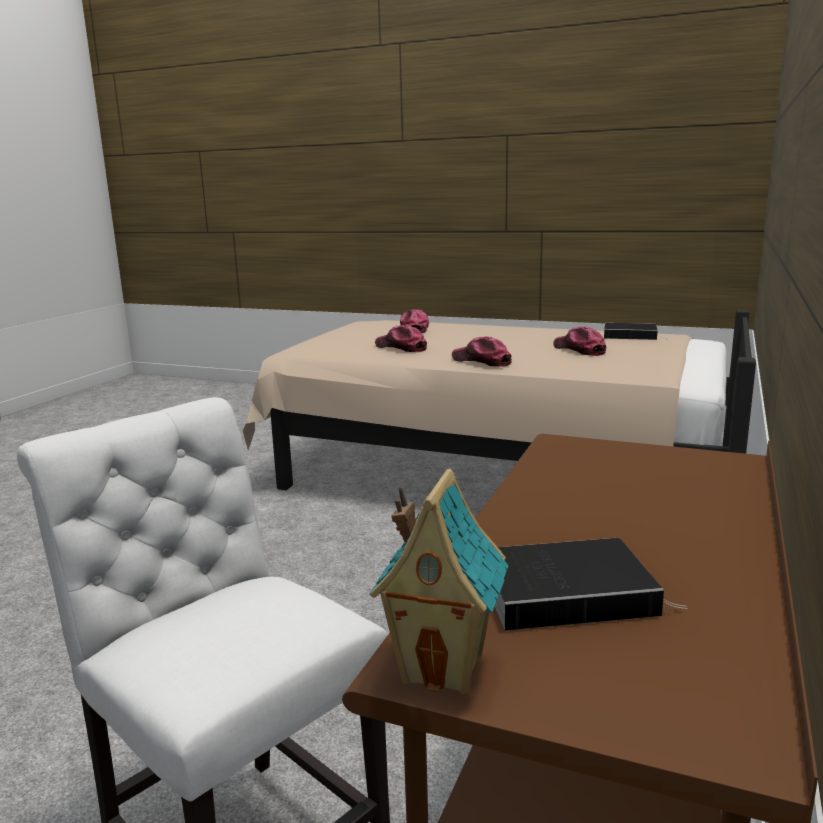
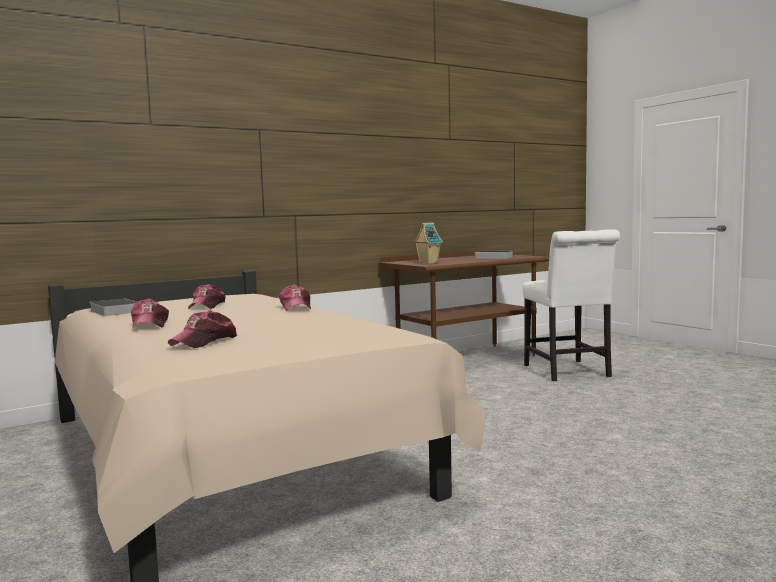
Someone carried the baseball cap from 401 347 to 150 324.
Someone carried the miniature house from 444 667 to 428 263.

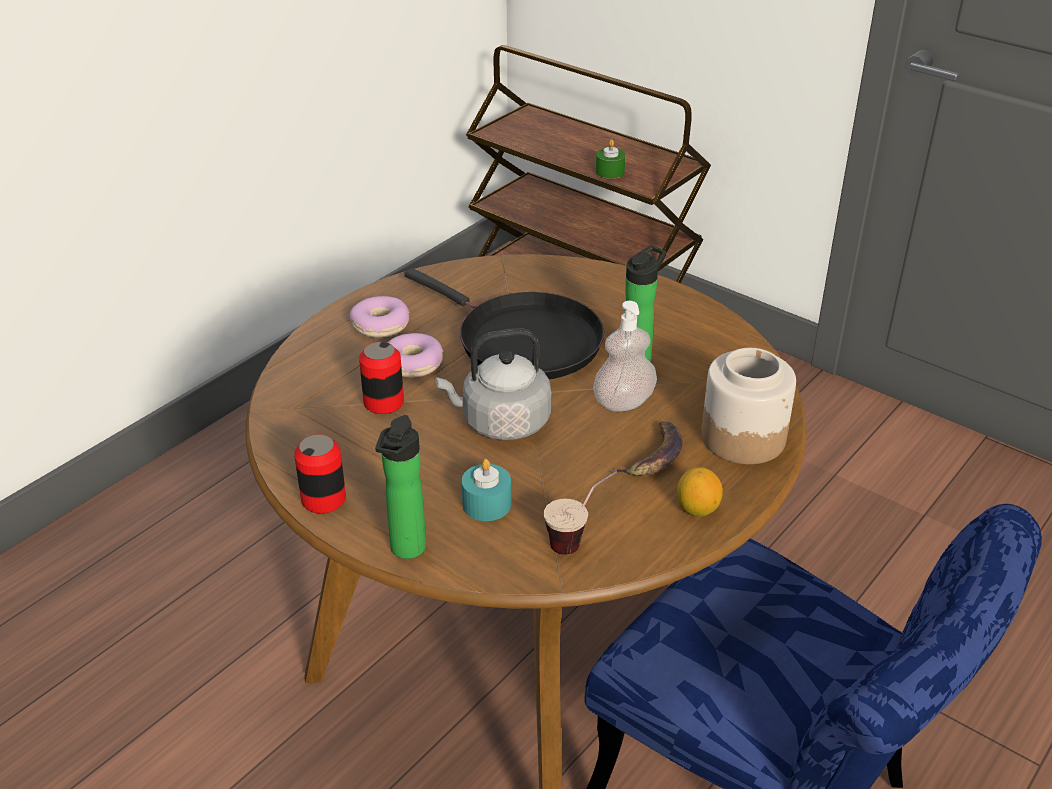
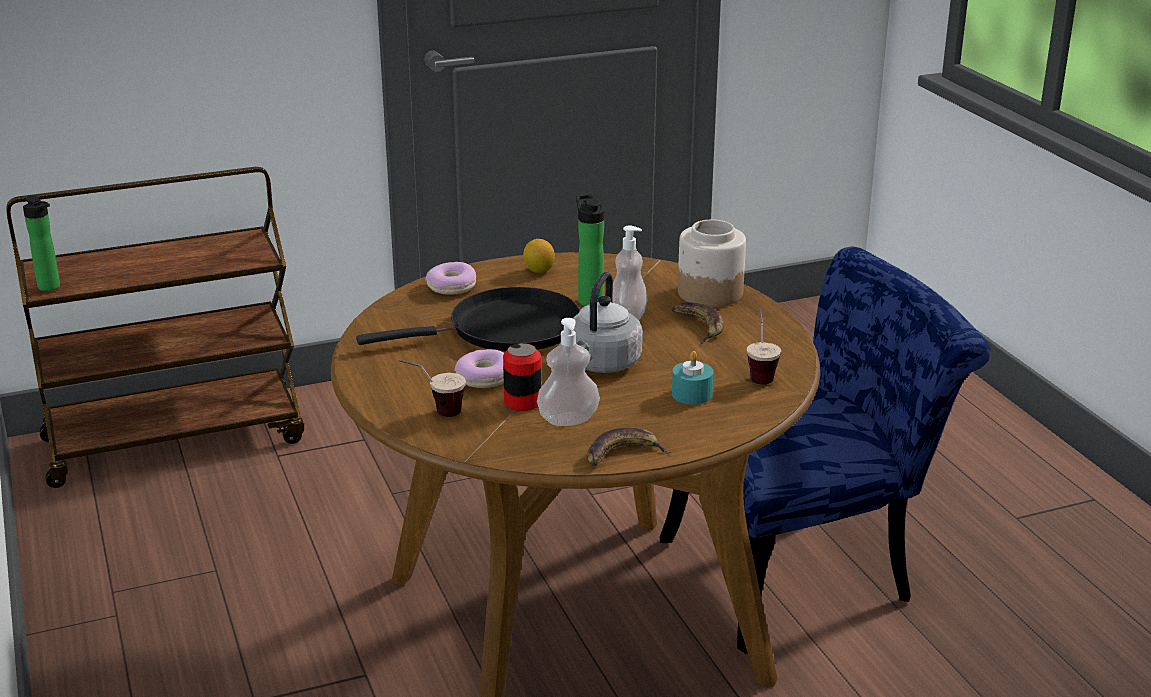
Someone carried the bottle from 406 551 to 51 288.
Someone put down the small cup at 434 412.
Someone carried the doughnut from 381 325 to 451 287.
Someone carried the citrus fruit from 697 509 to 539 270.
Someone put down the liquid soap bottle at 568 420.
Someone swapped the sealed can at 323 499 for the banana at 622 454.
Someone took away the wax light in greenish at 610 171.

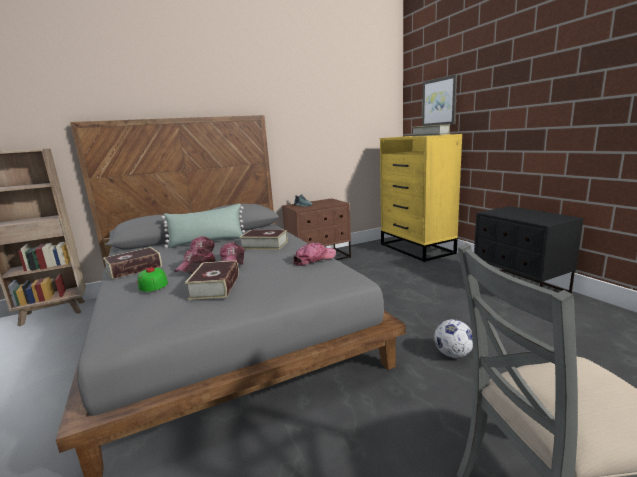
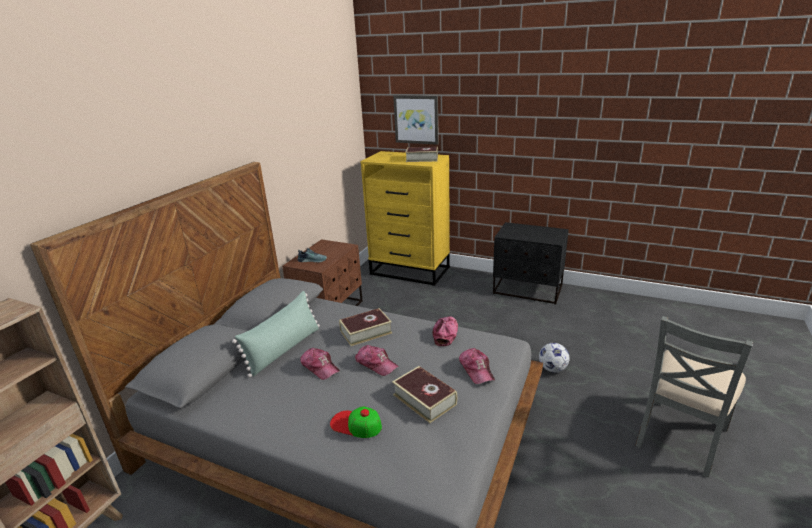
Someone carried the baseball cap from 196 266 to 476 370.
Someone took away the volume at 134 268.

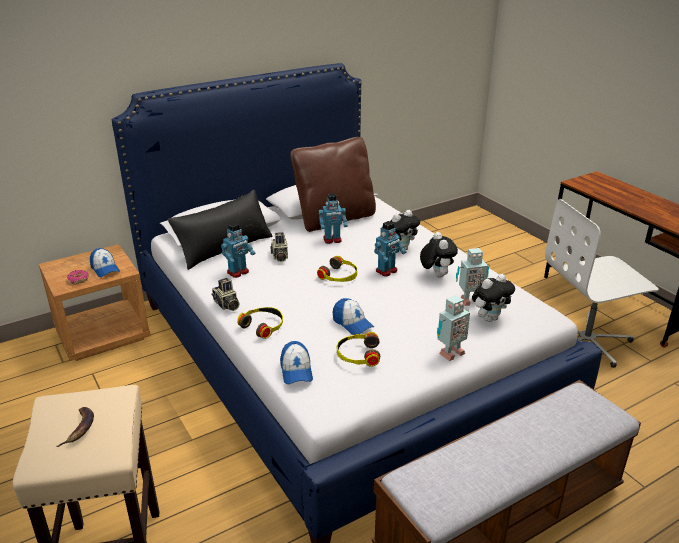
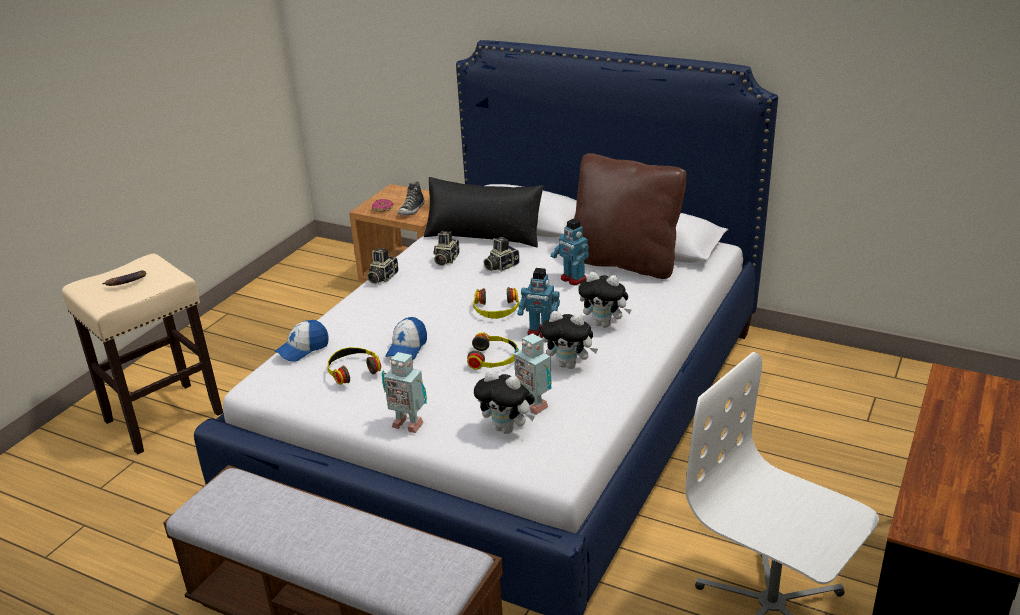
Someone swapped the baseball cap at 105 269 for the shoe at 412 210.
Someone swapped the model robot at 238 272 for the still camera at 445 260.
Someone carried the pair of headphones from 263 326 to 494 358.
Someone rotated the plush toy at 436 275 by 60 degrees clockwise.

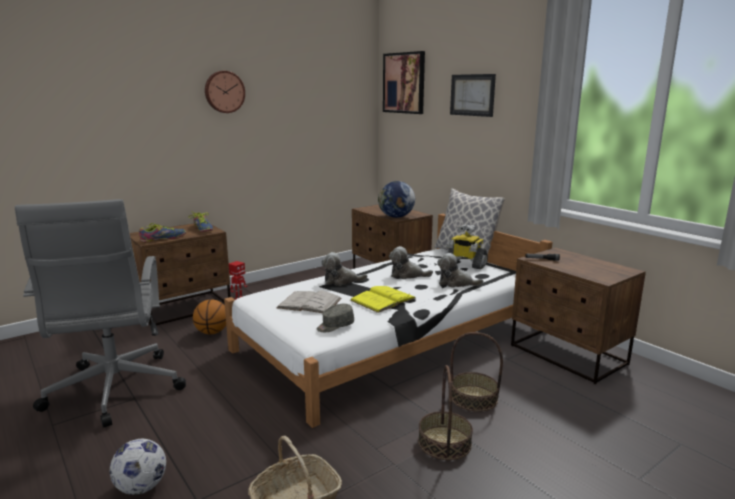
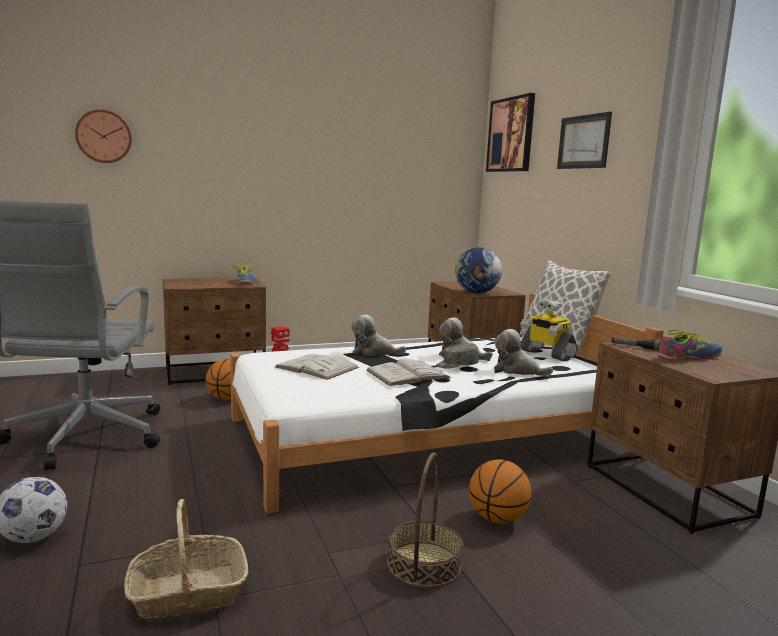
Someone carried the wall clock from 224 92 to 104 136.
Someone repainted the volume in yellow-coloured at 383 299, which became the volume in white-coloured at 407 374.
Someone carried the baseball cap in gray from 335 326 to 456 365.
Someone swapped the storage basket at 474 398 for the basketball ball at 498 518.
Someone carried the shoe from 163 238 to 688 357.

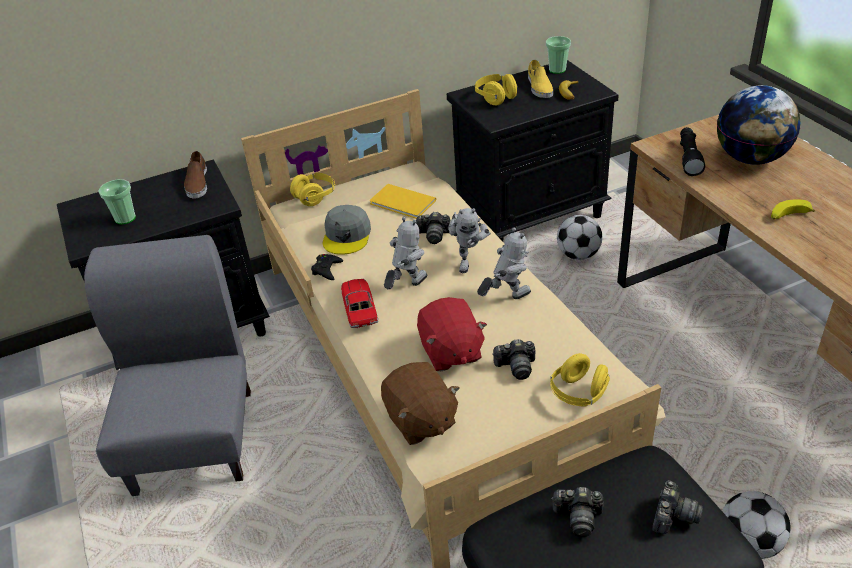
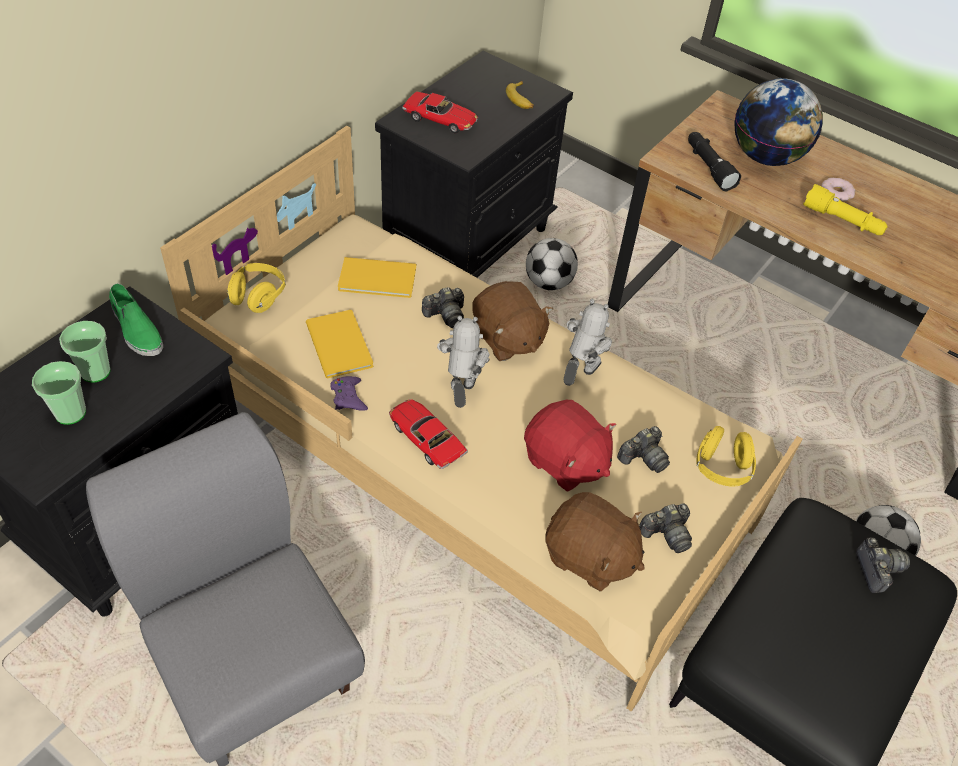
Someone carried the small cup from 557 70 to 95 371.
Someone repainted the shoe in brown at 197 183, which became the shoe in greenish at 136 329.
Someone swapped the baseball cap in gray at 347 235 for the volume in yellow-coloured at 341 343.
Someone repainted the game controller in blackish at 327 269, which became the game controller in purple-coloured at 348 397.
Someone swapped the pair of headphones in yellow-coloured at 495 98 for the miniature car at 440 120.
Someone swapped the model robot at 469 260 for the plush toy in brown at 507 339.
Someone carried the still camera from 578 517 to 666 534.
Someone swapped the banana at 788 216 for the hand torch in yellow-coloured at 842 221.
Someone put down the doughnut at 836 192.
Someone took away the shoe in yellow-coloured at 539 87.

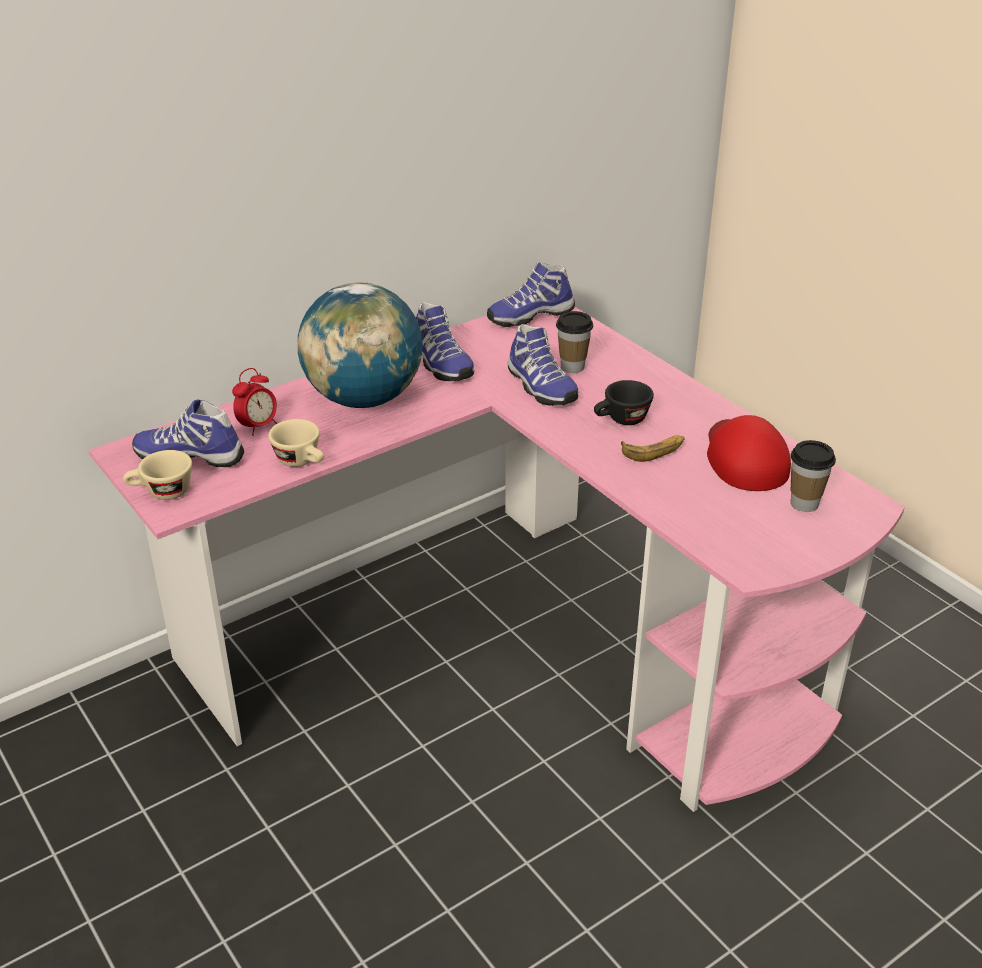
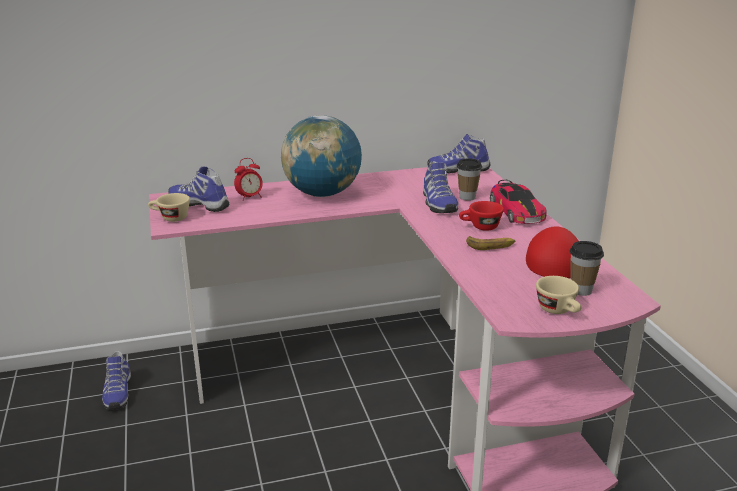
Someone carried the shoe from 439 364 to 117 393.
Someone repainted the small cup in blackish at 621 420, which became the small cup in red-coloured at 480 227.
Someone put down the miniature car at 516 211.
Someone carried the small cup in beige-coloured from 302 461 to 559 311.

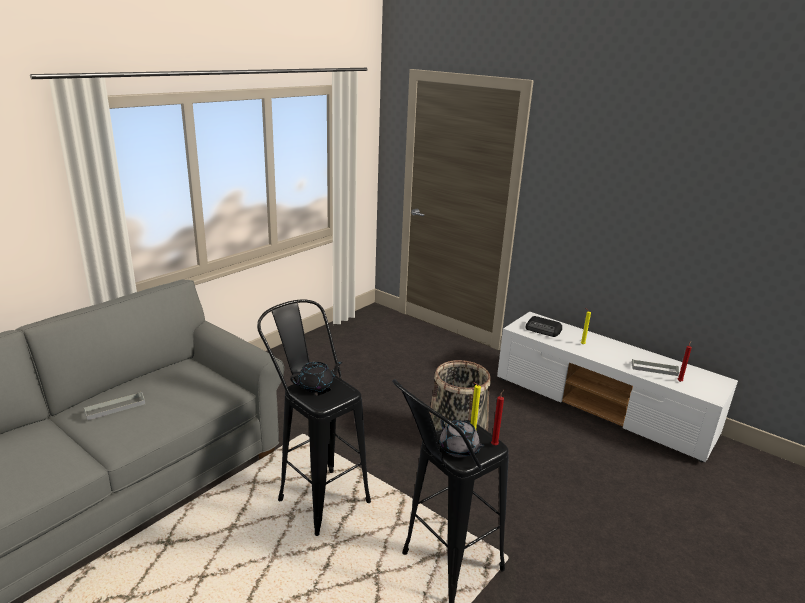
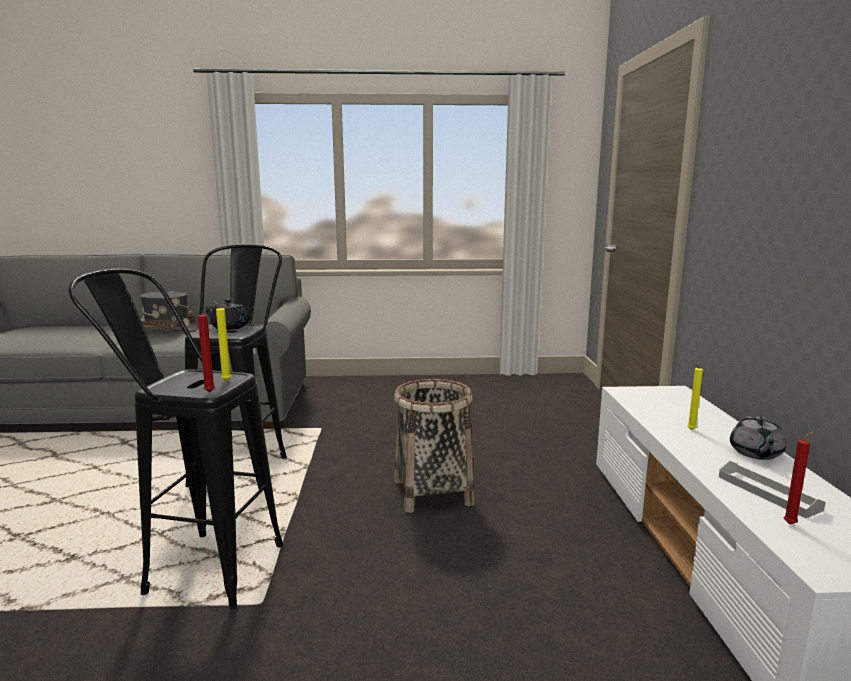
Someone swapped the tray in gray at 115 408 for the clothing hat in gray at 167 329.
Someone carried the tea pot in gray from 459 449 to 755 453.
Someone took away the radio receiver at 543 330.

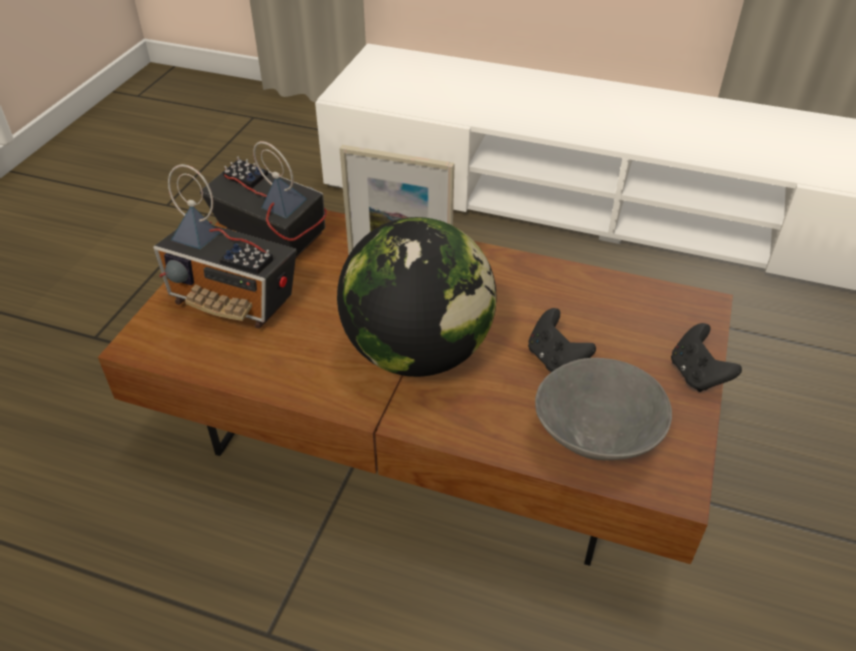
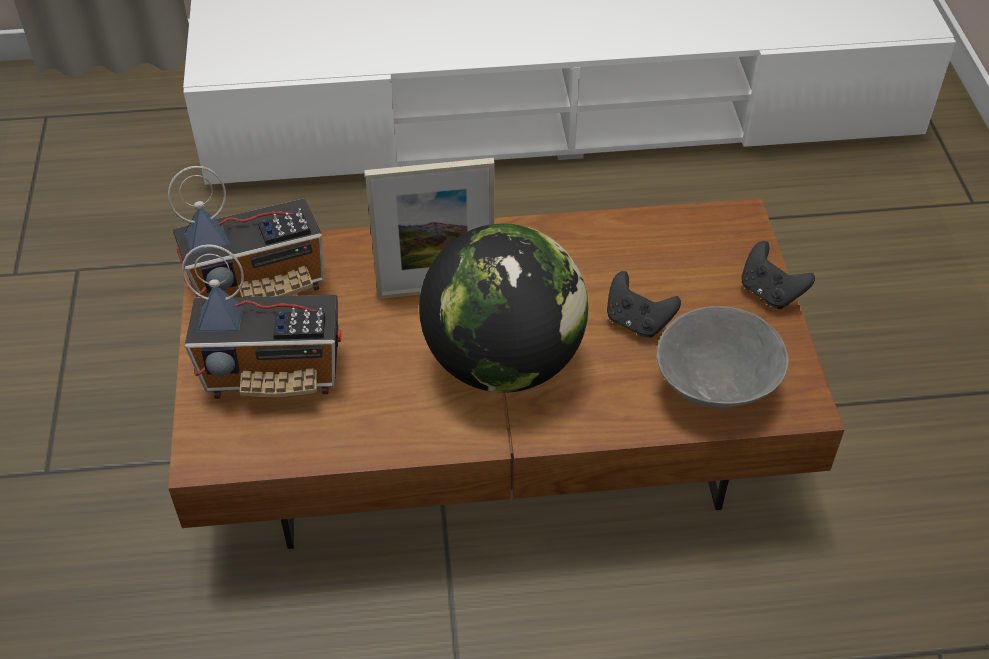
Someone rotated the radio receiver at 270 237 by 150 degrees clockwise.

